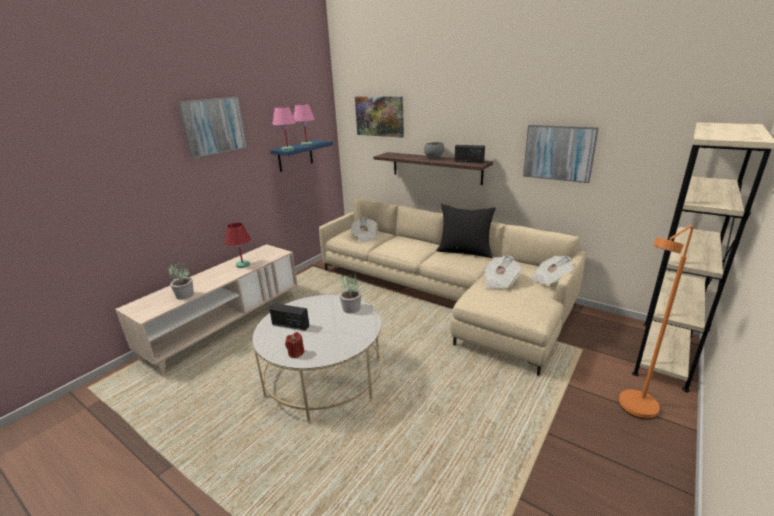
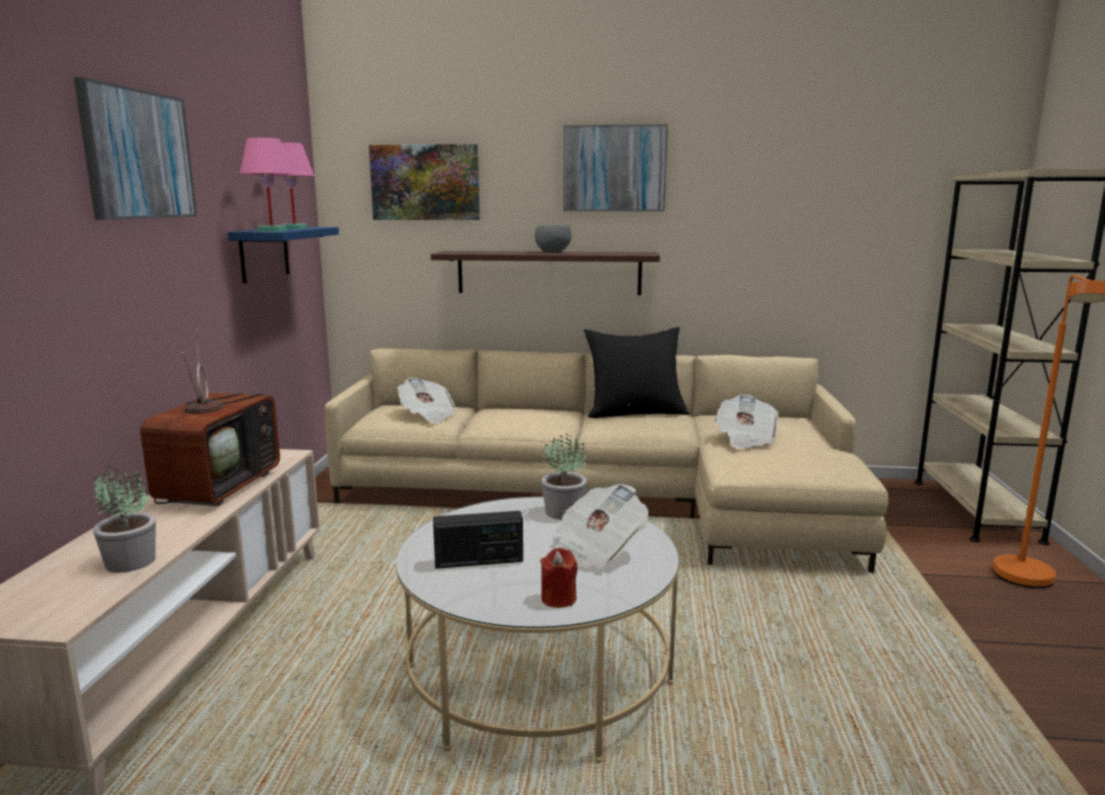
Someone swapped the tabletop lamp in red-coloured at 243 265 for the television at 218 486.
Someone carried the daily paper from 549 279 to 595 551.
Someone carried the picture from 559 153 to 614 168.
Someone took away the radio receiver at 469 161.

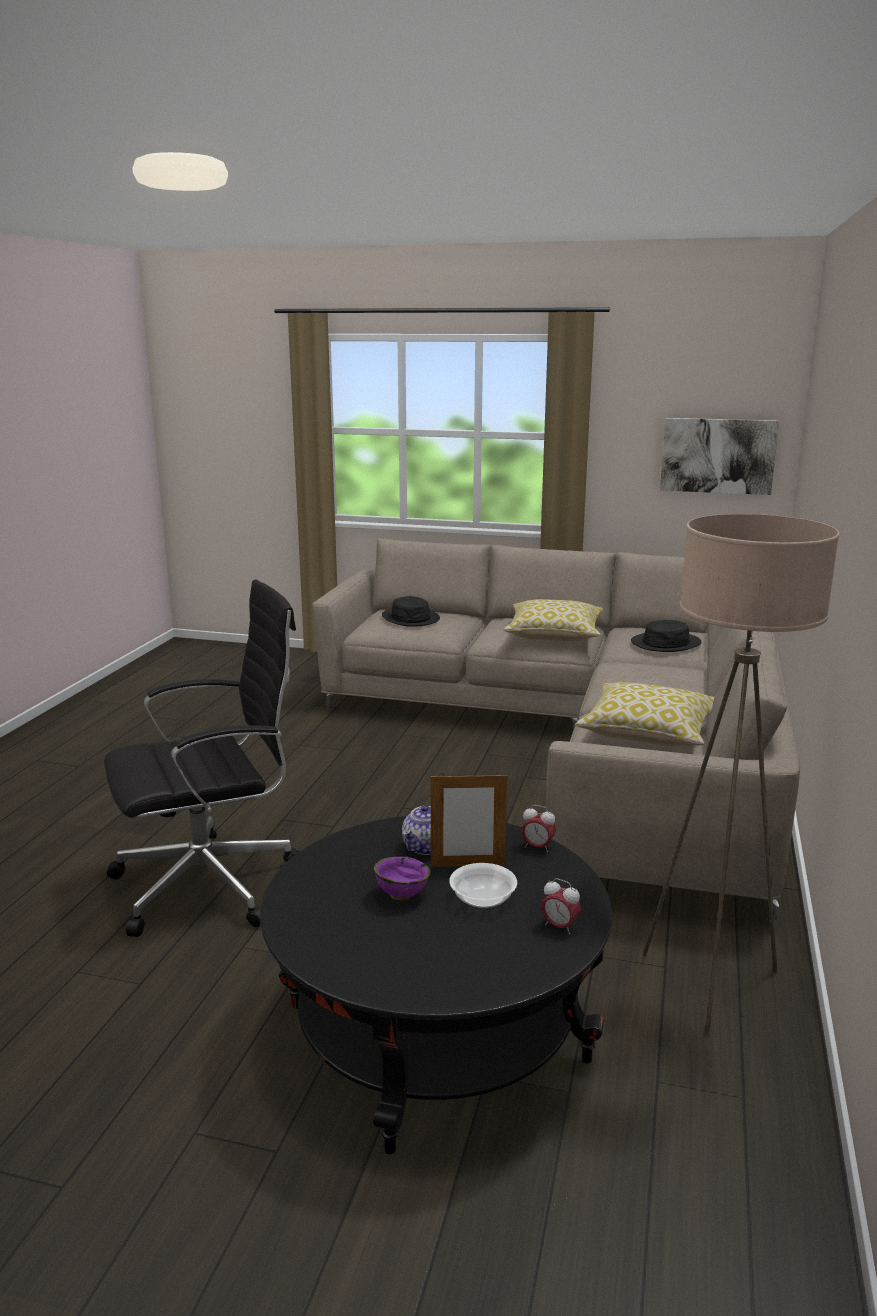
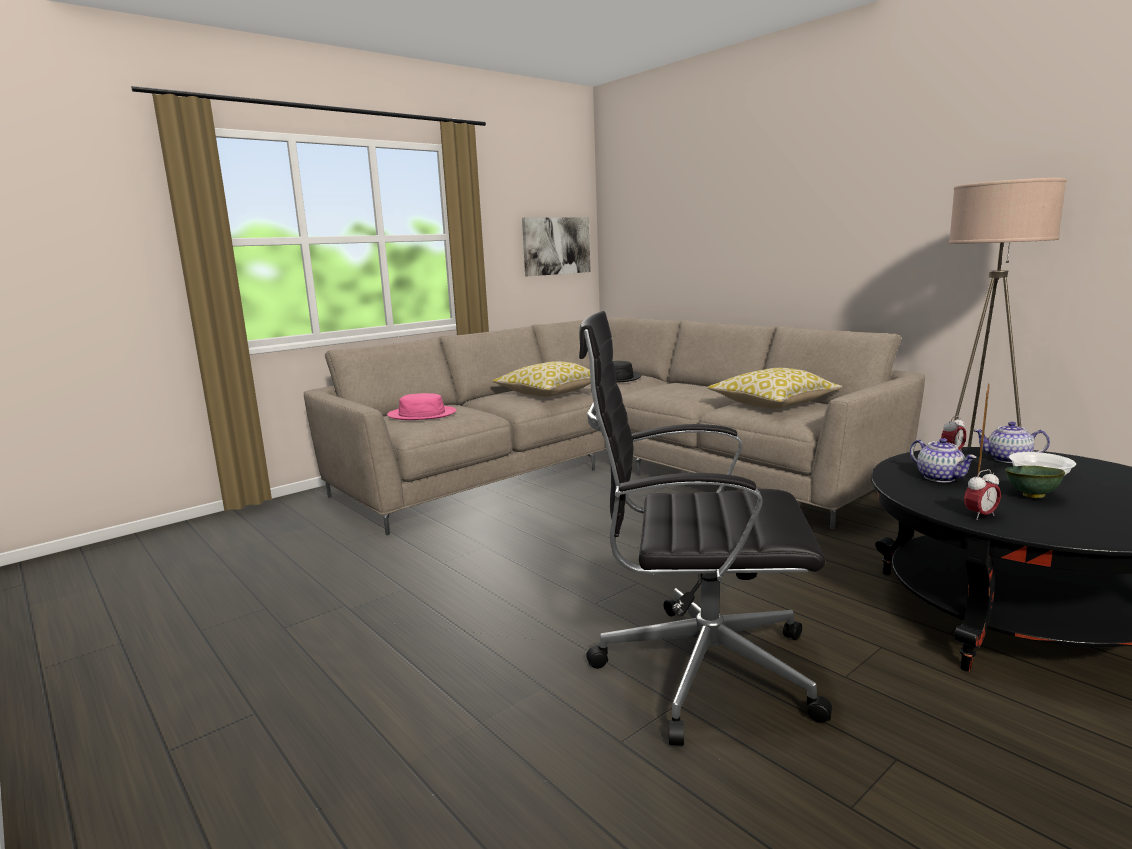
Someone repainted the clothing hat in blackish at 411 618, which became the clothing hat in pink-coloured at 422 414.
Someone rotated the office chair in blackish at 212 883 by 90 degrees counterclockwise.
Someone carried the table clock from 559 927 to 980 516.
Someone put down the tea pot at 1007 459.
Someone repainted the serving bowl in purple-coloured at 401 895, which became the serving bowl in greenish at 1031 496.

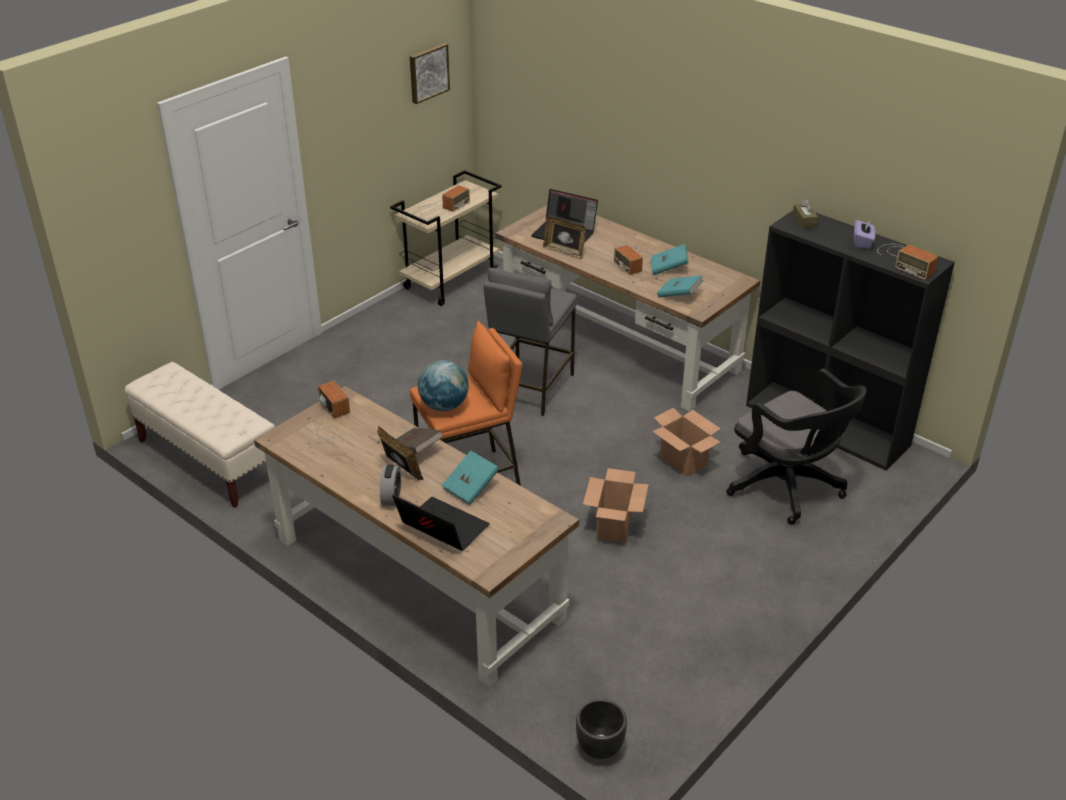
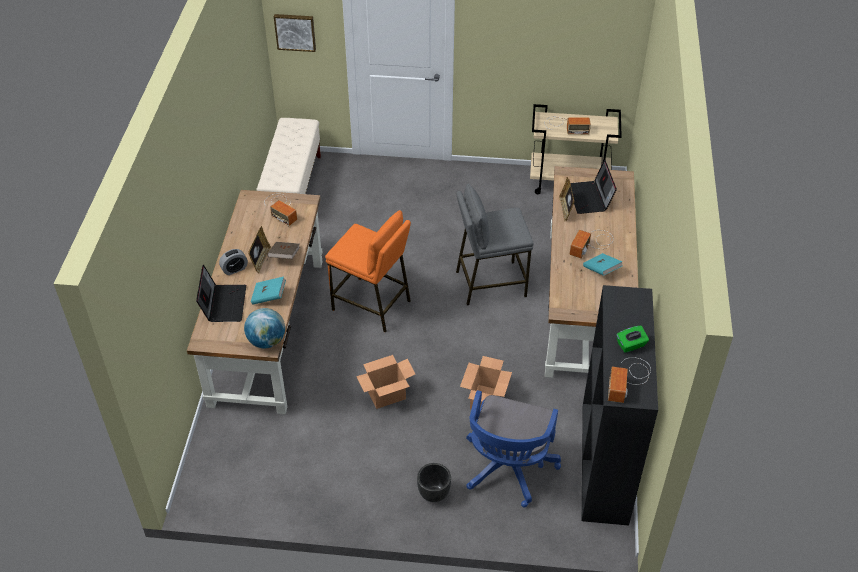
Someone carried the desk globe from 444 406 to 267 341.
Someone rotated the radio receiver at 330 421 by 105 degrees clockwise.
Someone carried the picture from 428 72 to 295 31.
Someone carried the flower pot in blackish from 599 748 to 433 494.
Someone repainted the office chair in blackish at 788 488, which became the office chair in blue-coloured at 507 470.
Someone repainted the tissue box in purple-coloured at 862 242, which became the tissue box in greenish at 631 345.
Someone took away the volume in blue-green at 679 295.
Someone took away the tissue box in brown at 804 221.

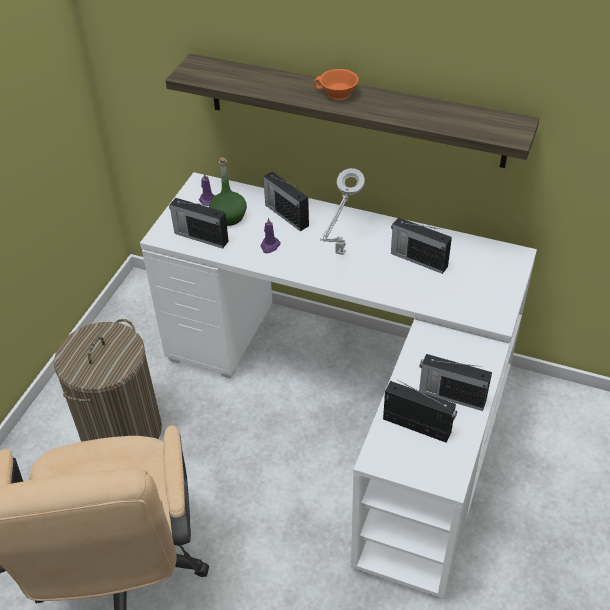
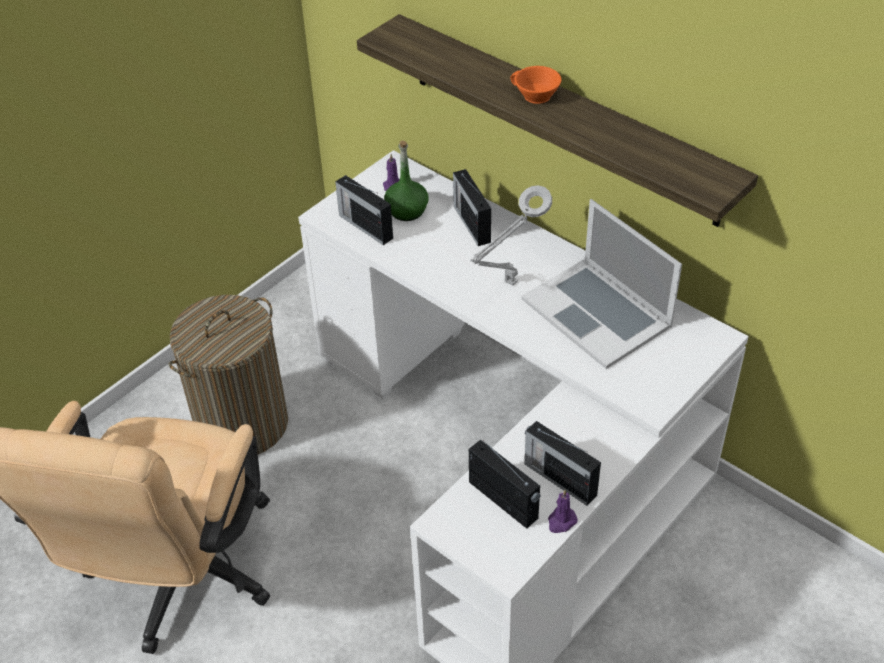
Someone swapped the radio receiver at 418 259 for the portable computer at 597 312.
Someone carried the wax light in purple-coloured from 269 246 to 561 521.

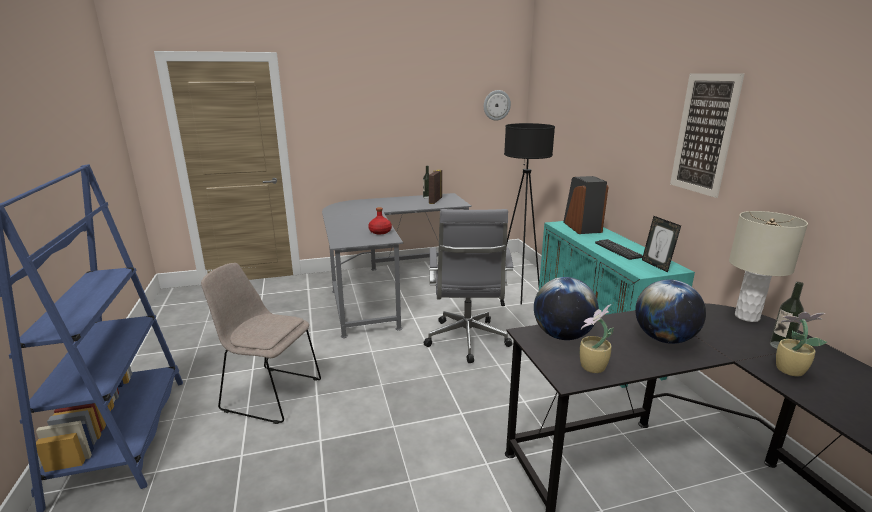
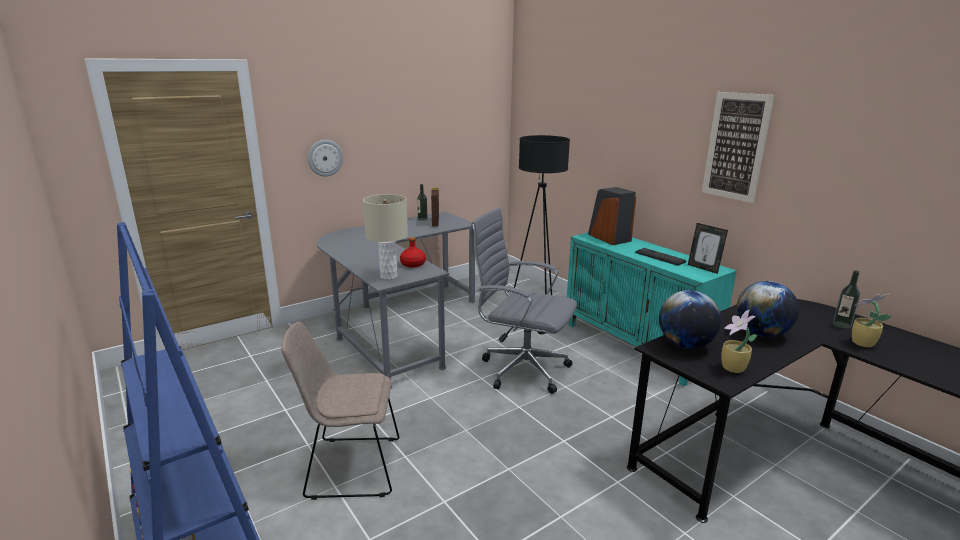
Someone carried the wall clock from 496 105 to 325 158.
Someone carried the tabletop lamp in beige-coloured from 747 317 to 389 276.
Someone rotated the office chair in gray at 467 341 by 135 degrees clockwise.

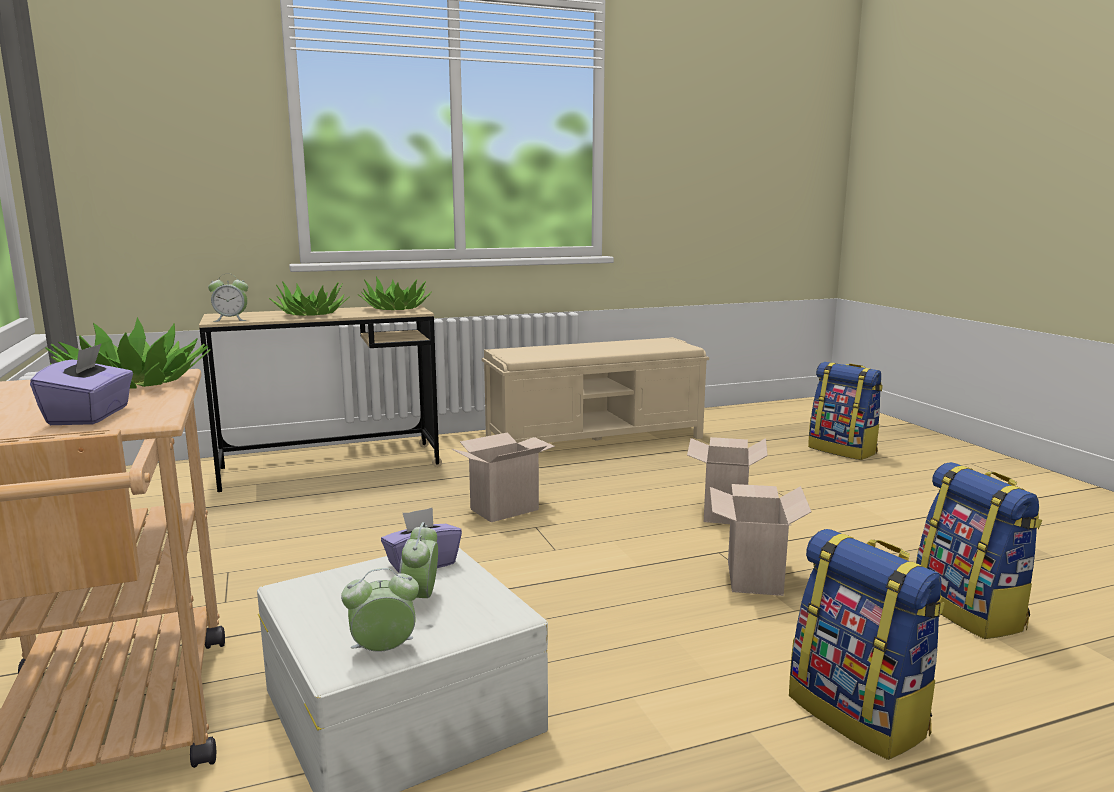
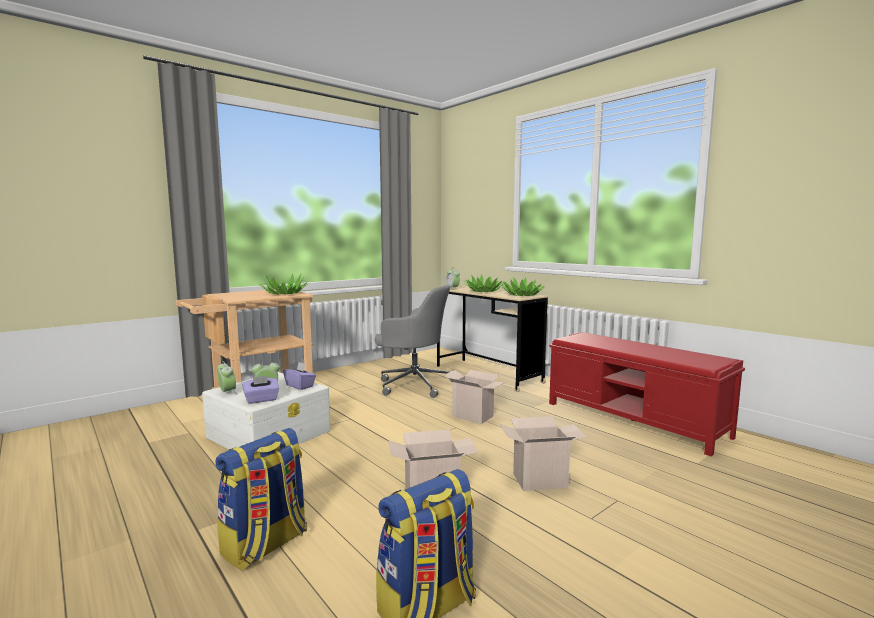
Someone carried the tissue box in purple-coloured from 90 416 to 261 400.
Someone put down the office chair in gray at 414 384.
Someone repainted the bench in beige-coloured at 596 439, which became the bench in red-coloured at 635 419.
Someone took away the backpack at 843 450.

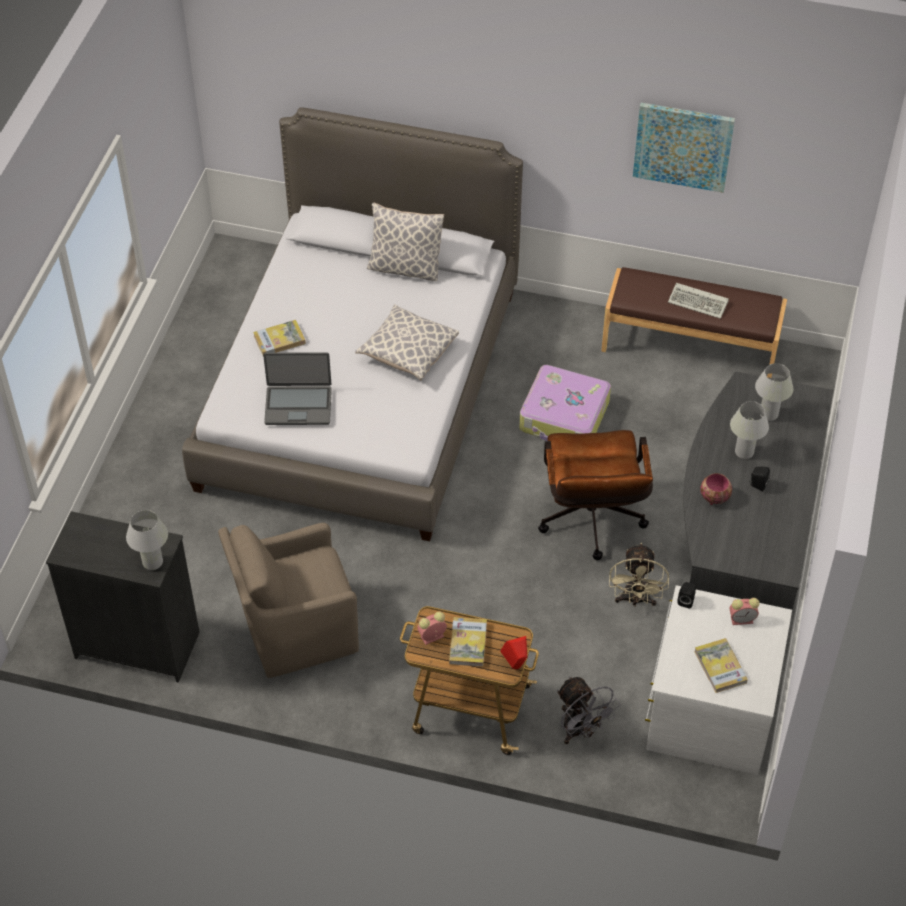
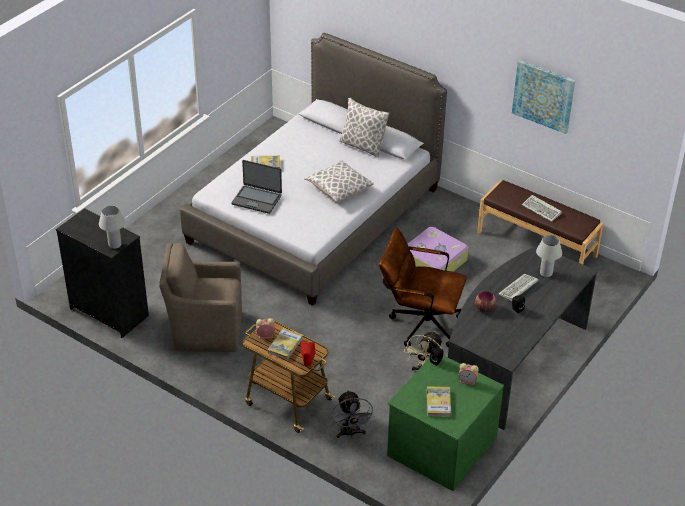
Someone rotated the office chair in brown at 591 524 by 90 degrees clockwise.
Someone repainted the chest of drawers in white-coloured at 709 709, which became the chest of drawers in greenish at 440 445.
Someone swapped the tabletop lamp in white-coloured at 744 452 for the computer keyboard at 518 289.

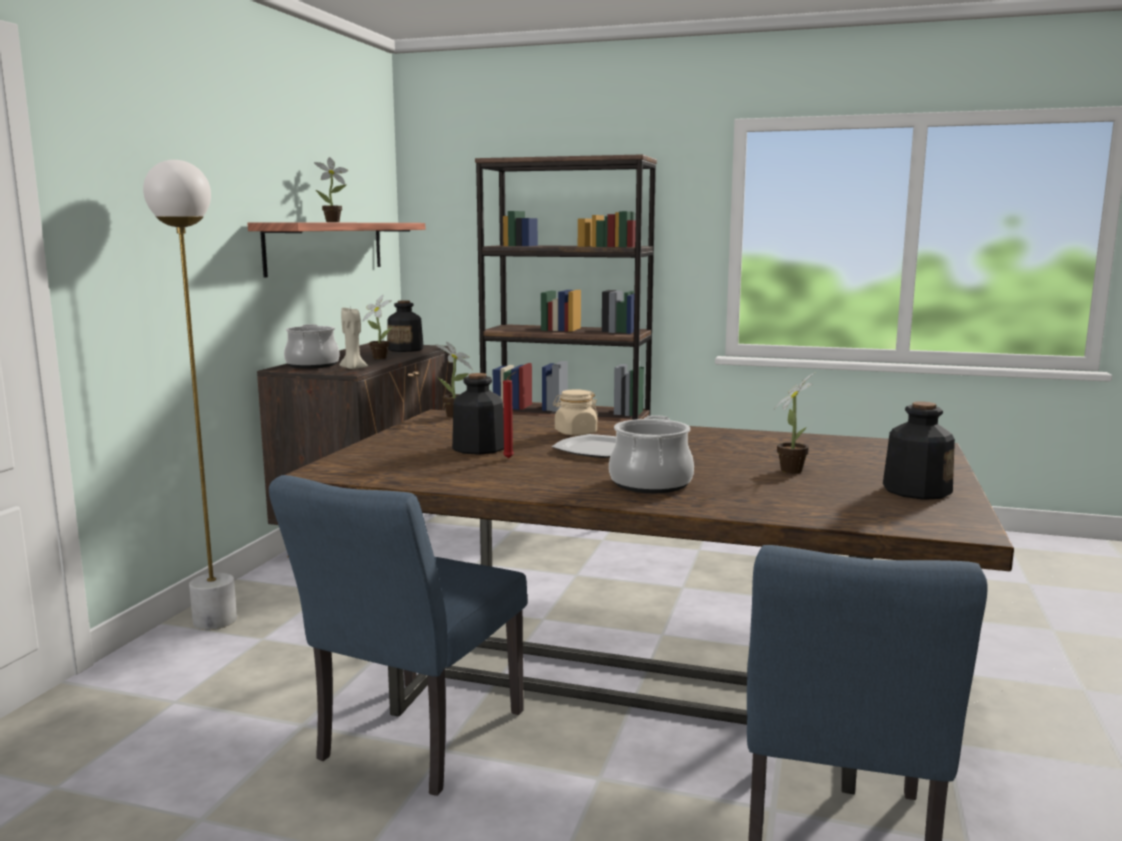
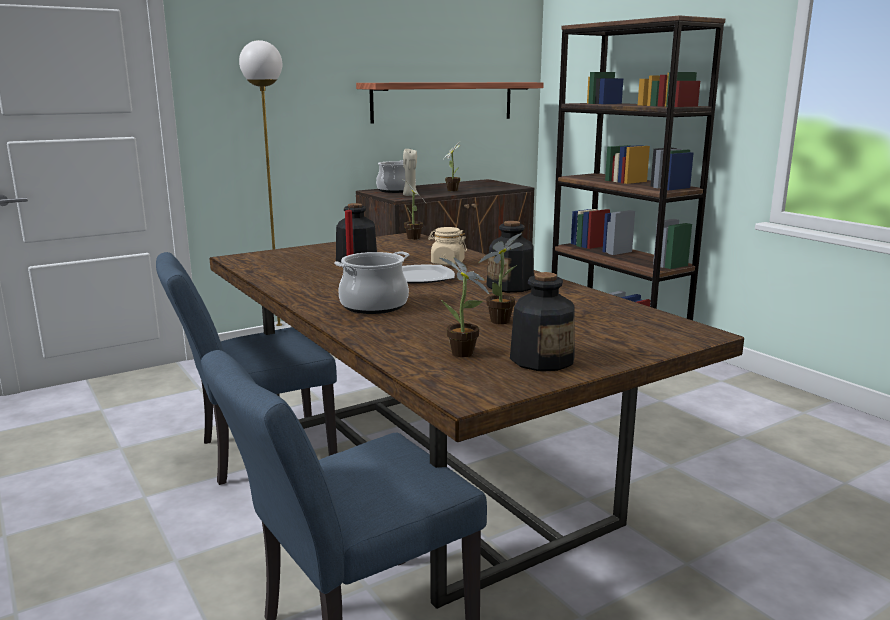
Someone carried the plant in a pot from 334 222 to 464 354.
Someone carried the bottle from 406 349 to 510 286.

